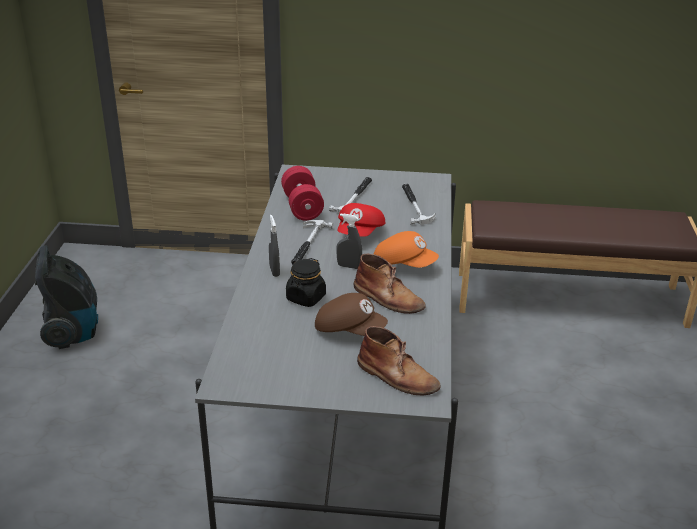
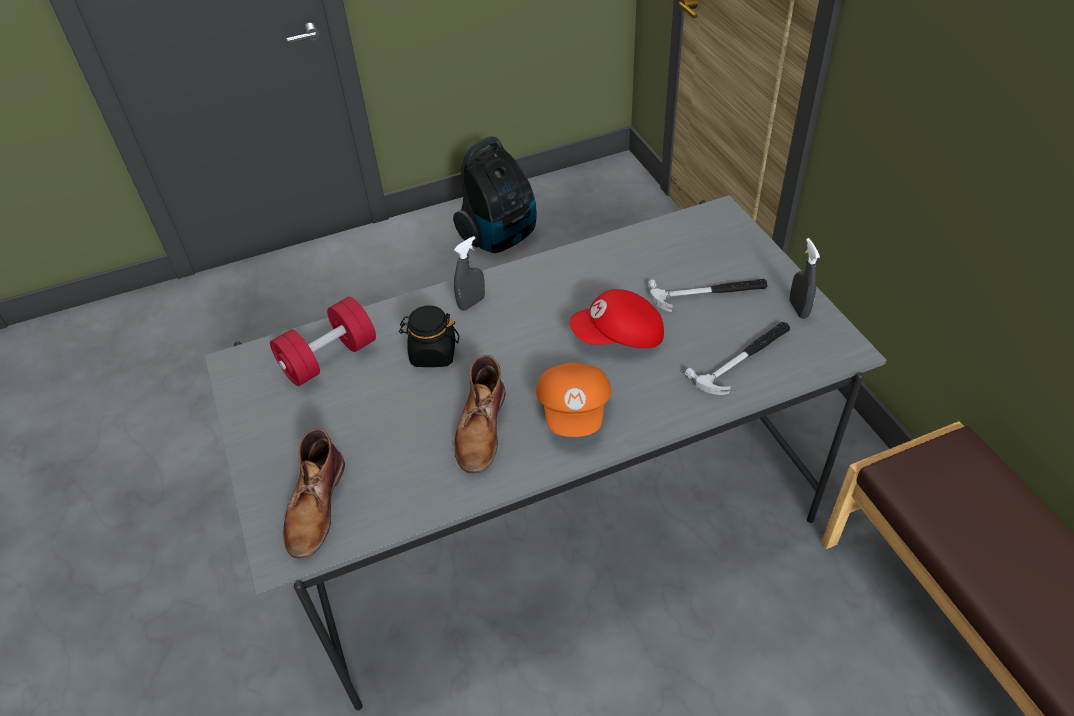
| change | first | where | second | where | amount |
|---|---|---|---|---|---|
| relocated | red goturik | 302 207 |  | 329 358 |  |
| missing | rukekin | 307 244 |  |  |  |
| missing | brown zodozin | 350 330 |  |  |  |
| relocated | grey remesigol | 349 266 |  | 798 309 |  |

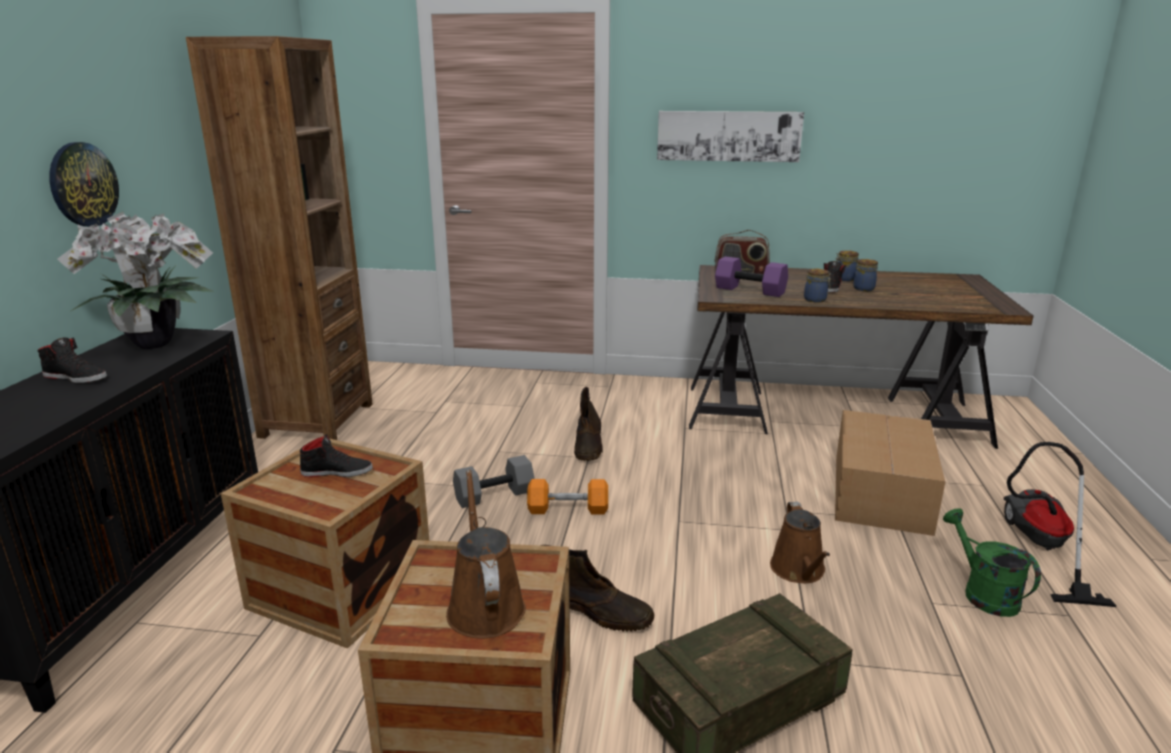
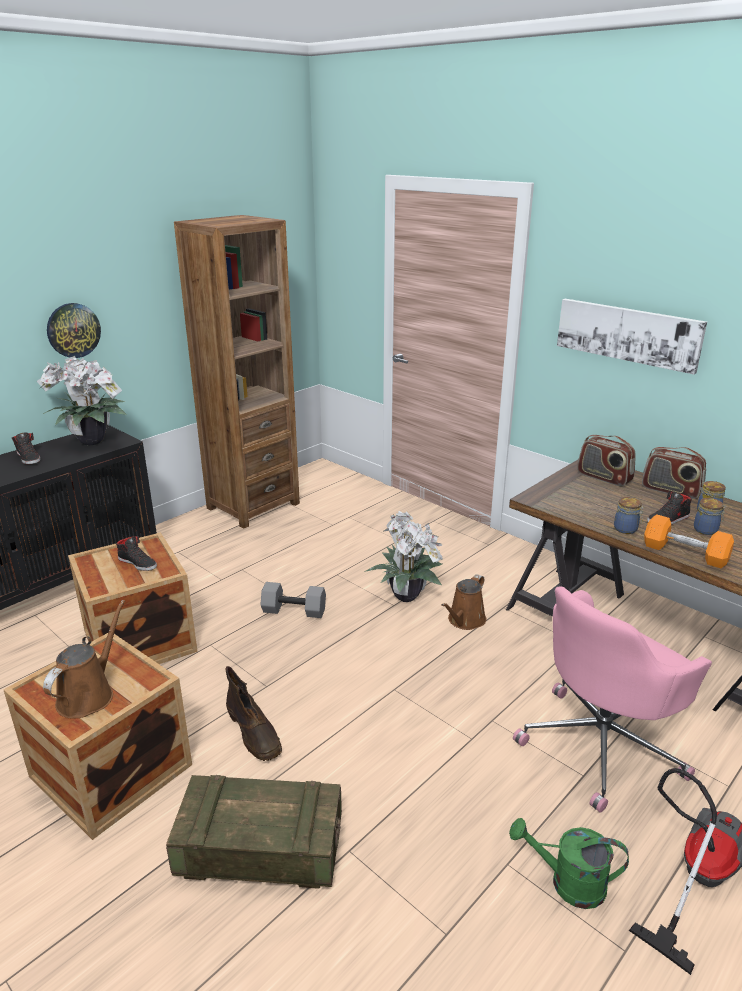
| change | first | where | second | where | amount |
|---|---|---|---|---|---|
| relocated | orange goturik | 568 509 |  | 685 553 |  |
| exchanged | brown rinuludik | 588 446 | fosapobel | 405 595 |  |
| missing | purple goturik | 751 290 |  |  |  |
| relocated | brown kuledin | 799 571 |  | 465 621 |  |
| exchanged | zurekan | 880 493 | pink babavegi | 601 744 |  |
| spun | green kuledin | 983 593 |  | 568 883 | 90 degrees counterclockwise |
| appeared |  |  | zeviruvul | 670 491 |  |

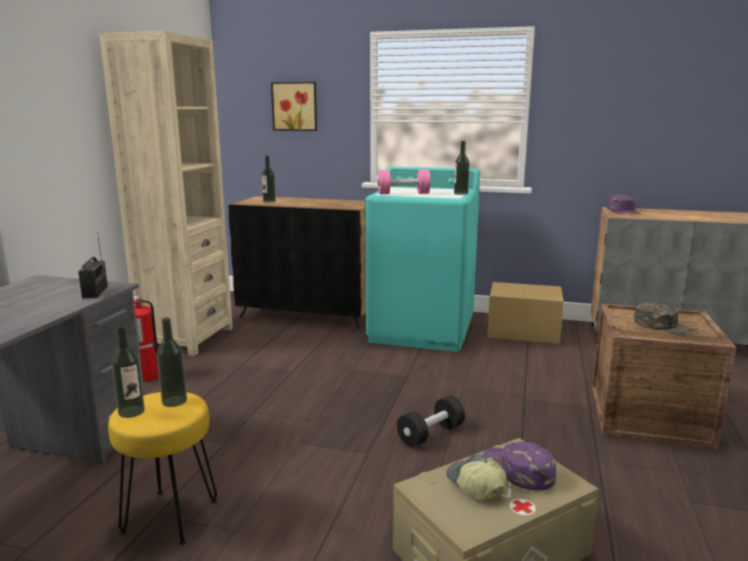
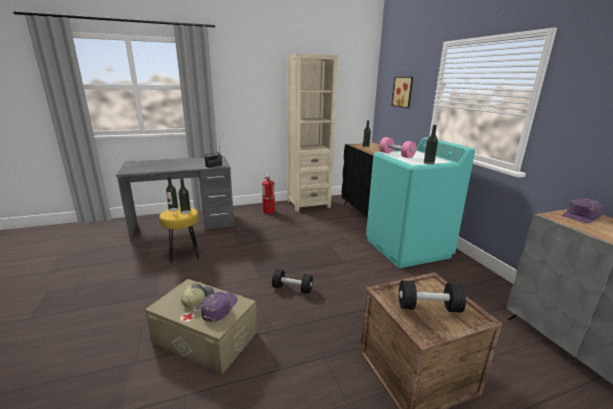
| change | first | where | second | where | amount |
|---|---|---|---|---|---|
| missing | zurekan | 522 332 |  |  |  |
| exchanged | green zodozin | 664 326 | black goturik | 428 307 |  |

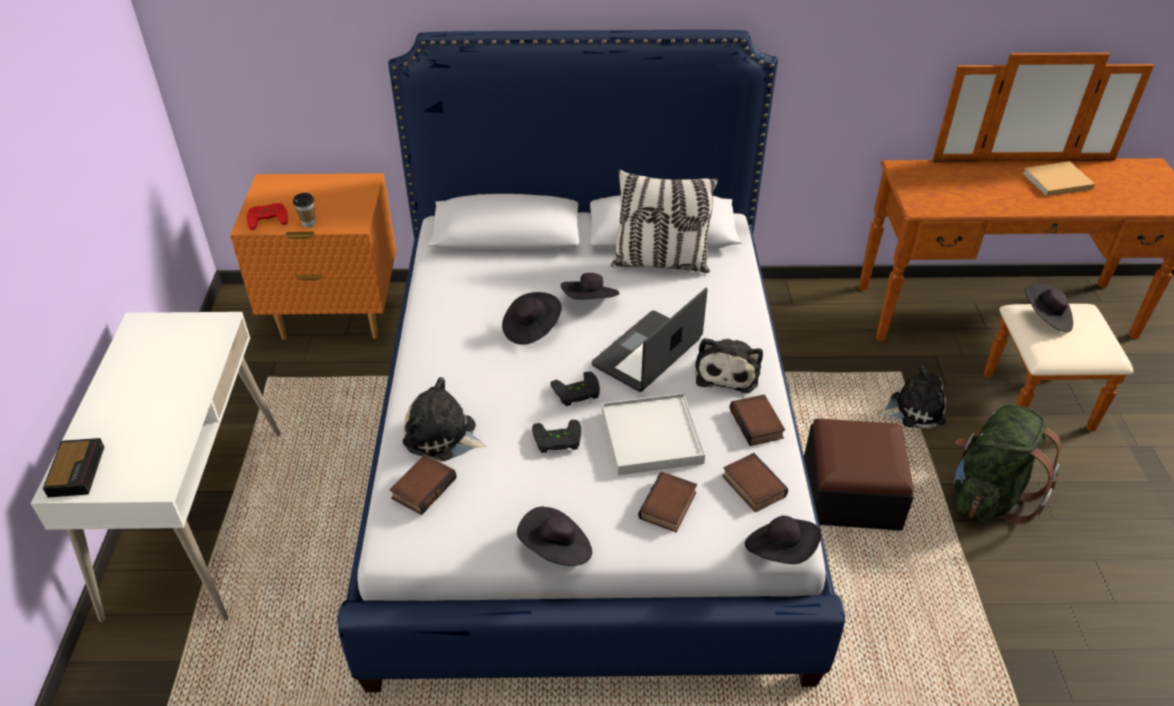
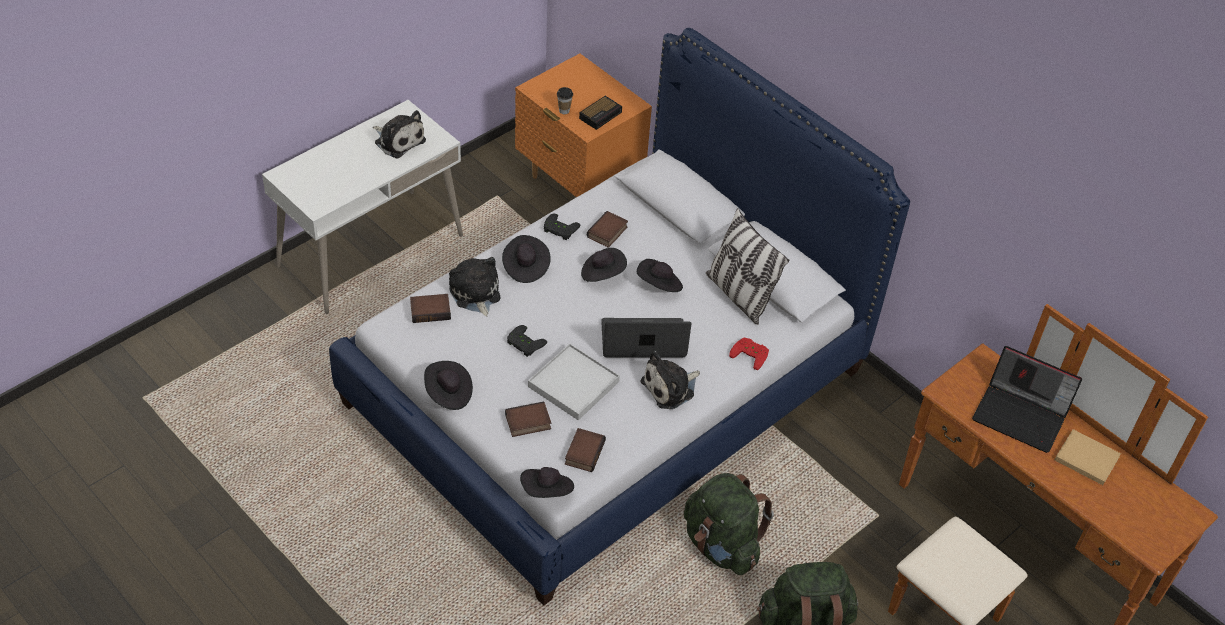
| change | first | where | second | where | amount |
|---|---|---|---|---|---|
| relocated | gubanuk | 77 470 |  | 601 115 |  |
| relocated | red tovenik | 268 218 |  | 751 354 |  |
| relocated | black tovenik | 577 393 |  | 559 230 |  |
| relocated | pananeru | 758 424 |  | 608 233 |  |
| exchanged | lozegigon | 851 493 | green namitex | 721 545 |  |
| relocated | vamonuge | 913 409 |  | 398 140 |  |
| relocated | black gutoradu | 1046 318 |  | 525 267 |  |
| appeared |  |  | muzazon | 1021 415 |  |

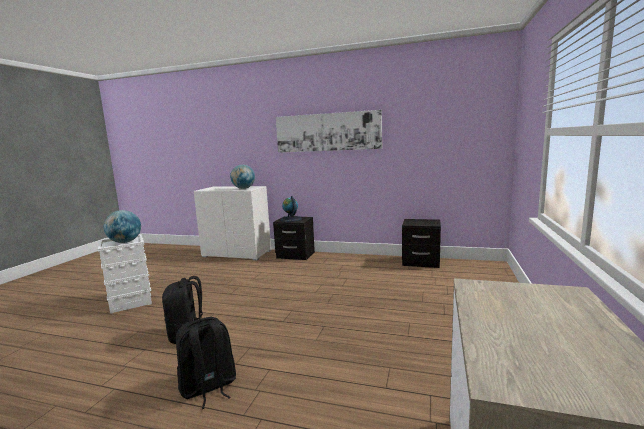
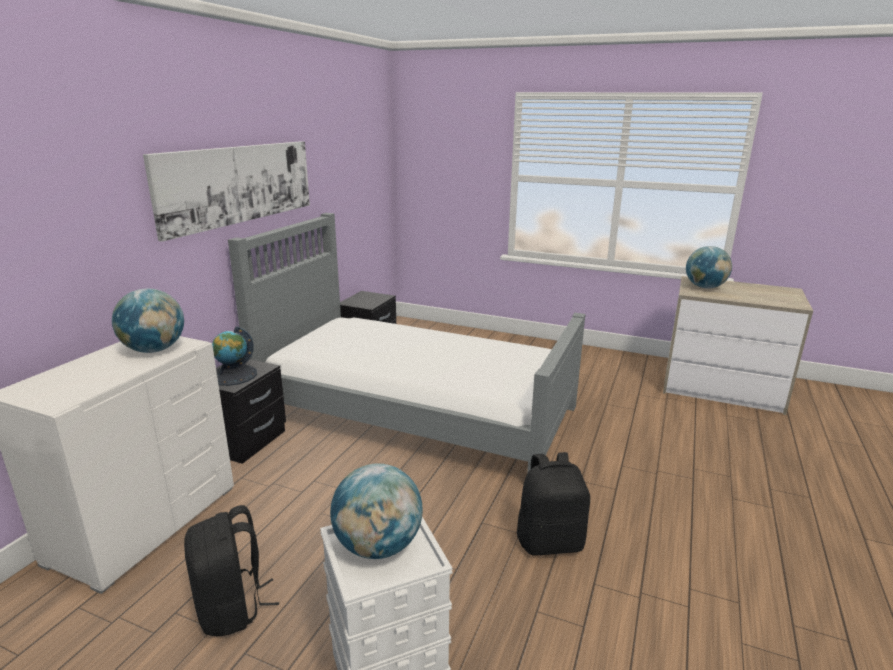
| change | first | where | second | where | amount |
|---|---|---|---|---|---|
| relocated | black namitex | 208 388 |  | 232 608 |  |
| appeared |  |  | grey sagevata | 416 411 |  |
| appeared |  |  | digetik | 705 287 |  |

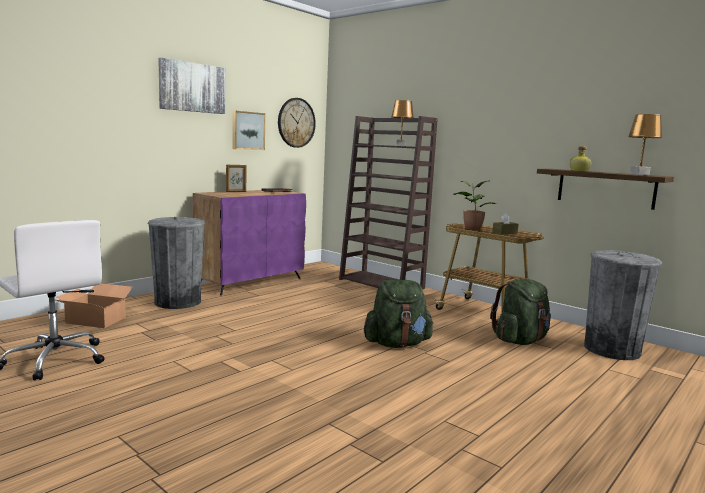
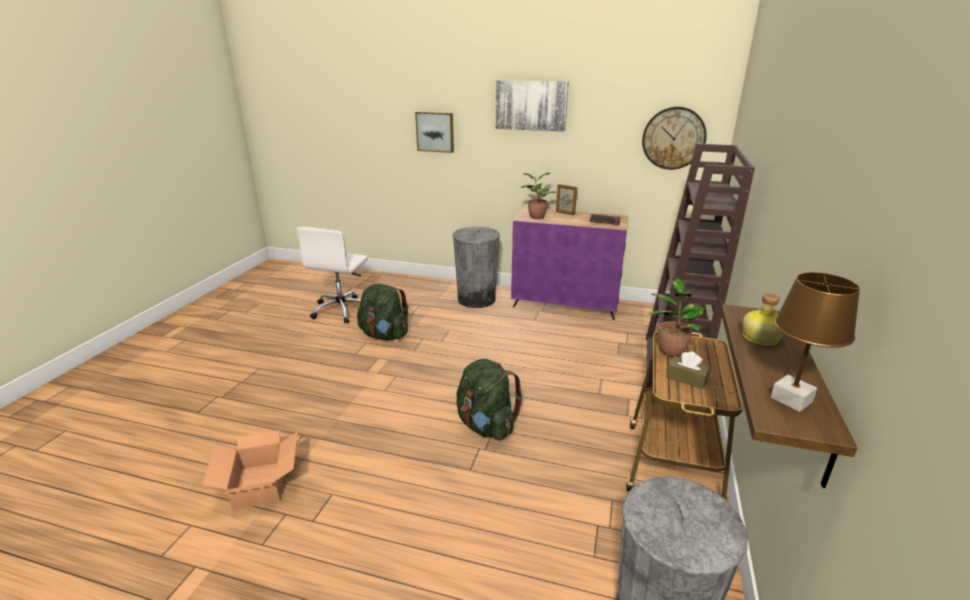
| change | first | where | second | where | amount |
|---|---|---|---|---|---|
| relocated | zurekan | 96 320 |  | 261 484 |  |
| relocated | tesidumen | 247 130 |  | 435 131 |  |
| missing | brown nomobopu | 400 145 |  |  |  |
| relocated | green namitex | 520 341 |  | 384 335 |  |
| appeared |  |  | fosapobel | 536 217 |  |

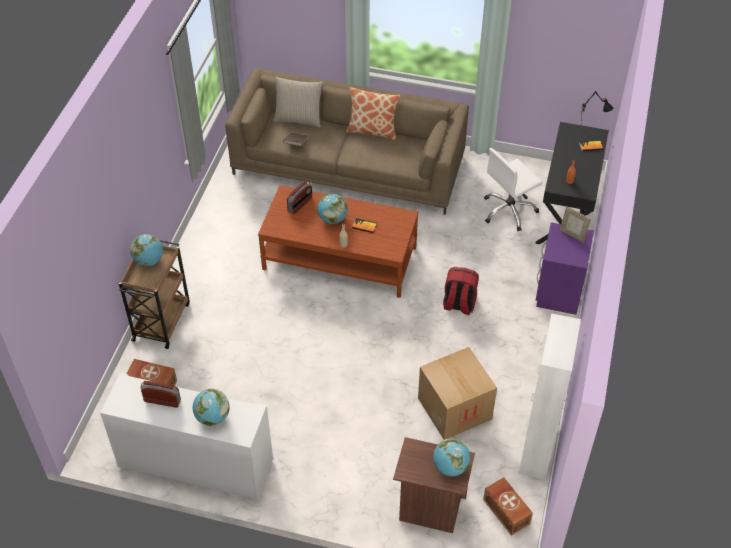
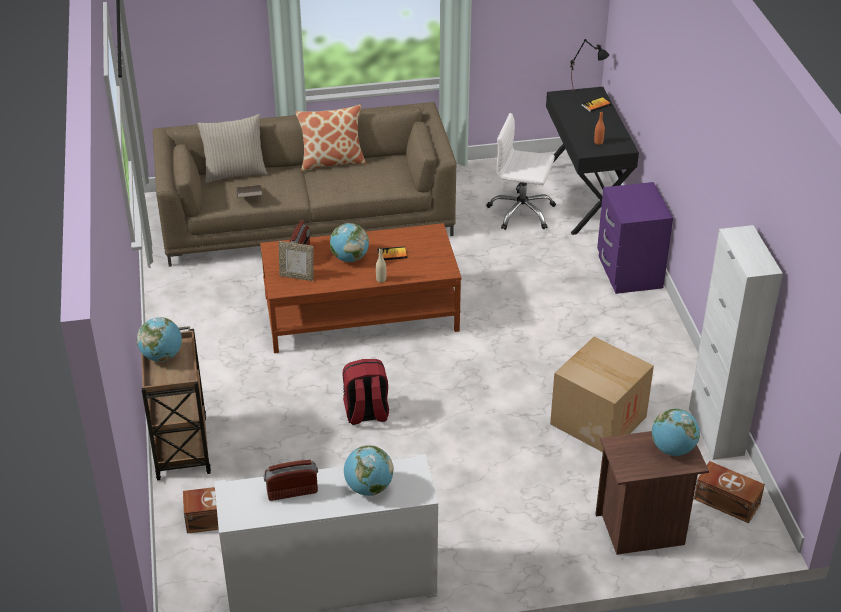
| change | first | where | second | where | amount |
|---|---|---|---|---|---|
| relocated | red namitex | 459 304 |  | 366 414 |  |
| spun | white babavegi | 509 211 |  | 521 212 | 75 degrees clockwise |
| relocated | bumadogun | 572 235 |  | 297 277 |  |

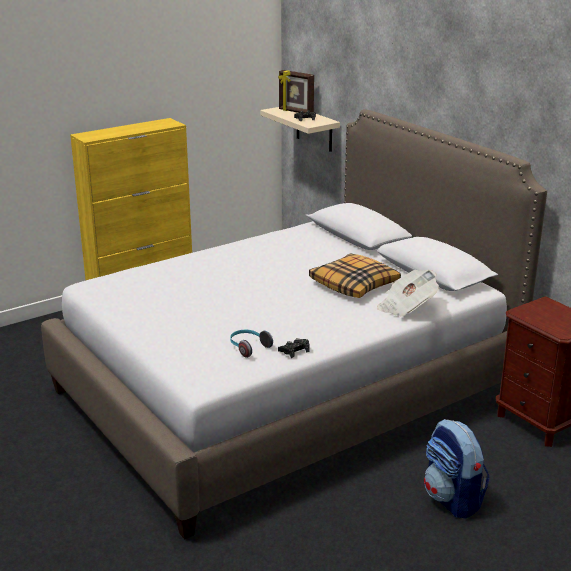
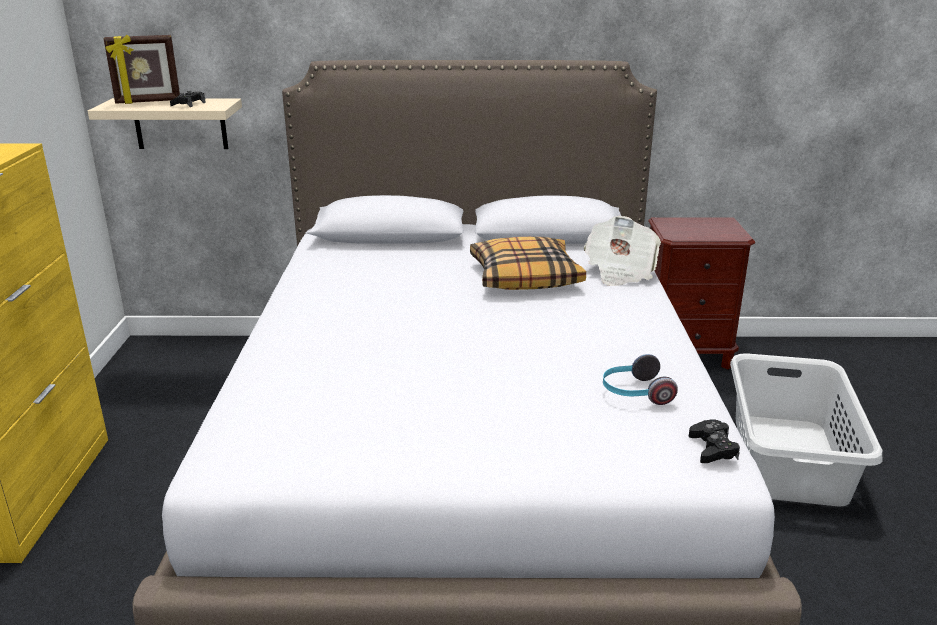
| change | first | where | second | where | amount |
|---|---|---|---|---|---|
| relocated | black tovenik | 294 351 |  | 712 448 |  |
| exchanged | namitex | 452 499 | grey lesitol | 789 458 |  |

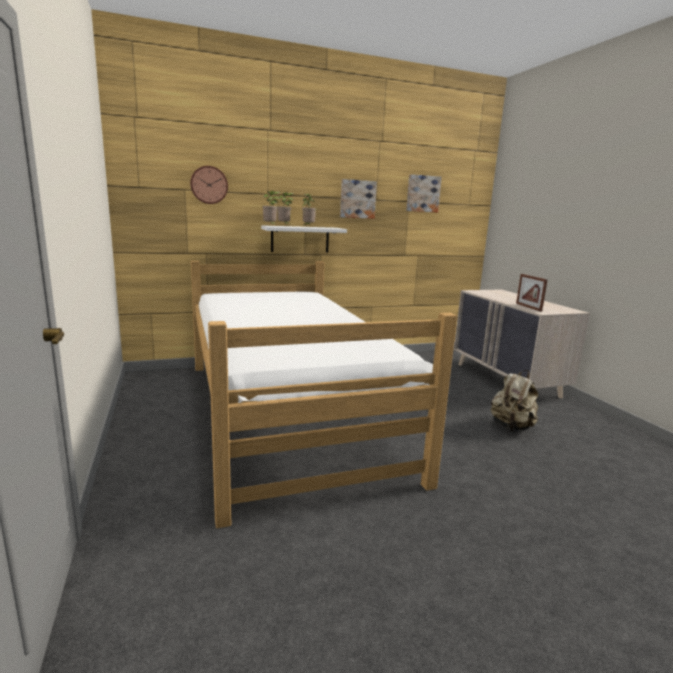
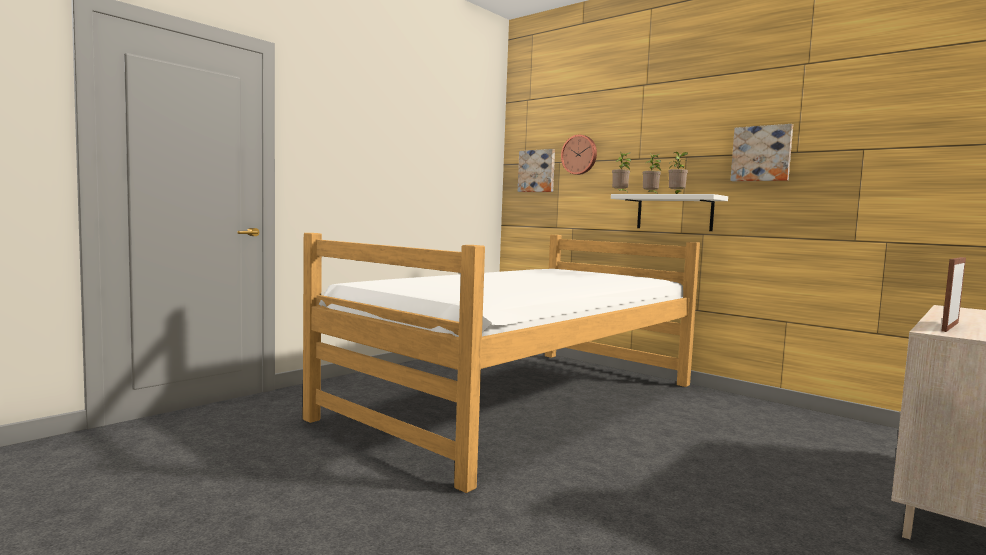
| change | first | where | second | where | amount |
|---|---|---|---|---|---|
| relocated | tesidumen | 422 193 |  | 537 171 |  |
| missing | beige namitex | 512 427 |  |  |  |

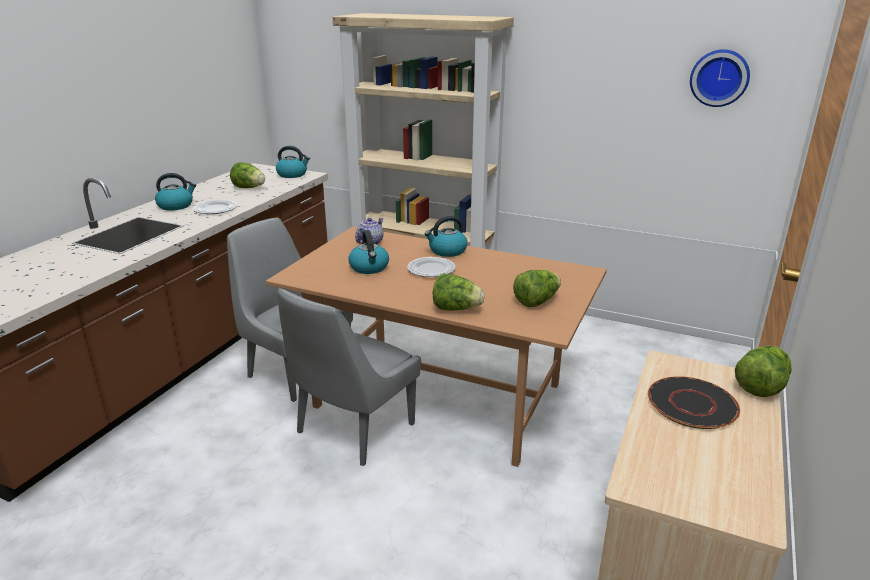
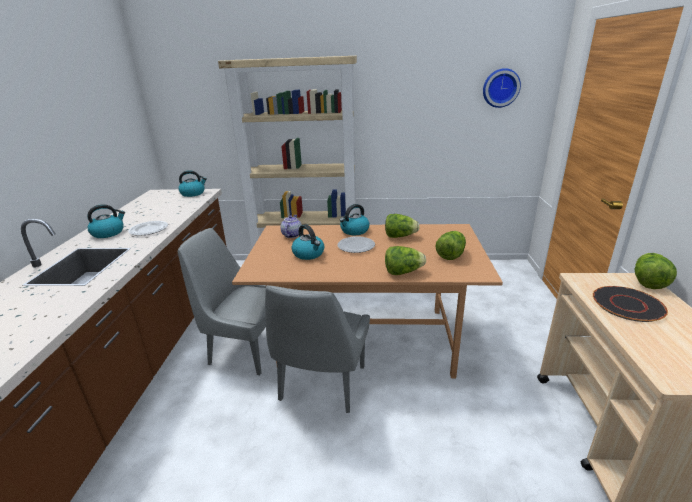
| change | first | where | second | where | amount |
|---|---|---|---|---|---|
| relocated | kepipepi | 249 188 |  | 400 236 |  |

